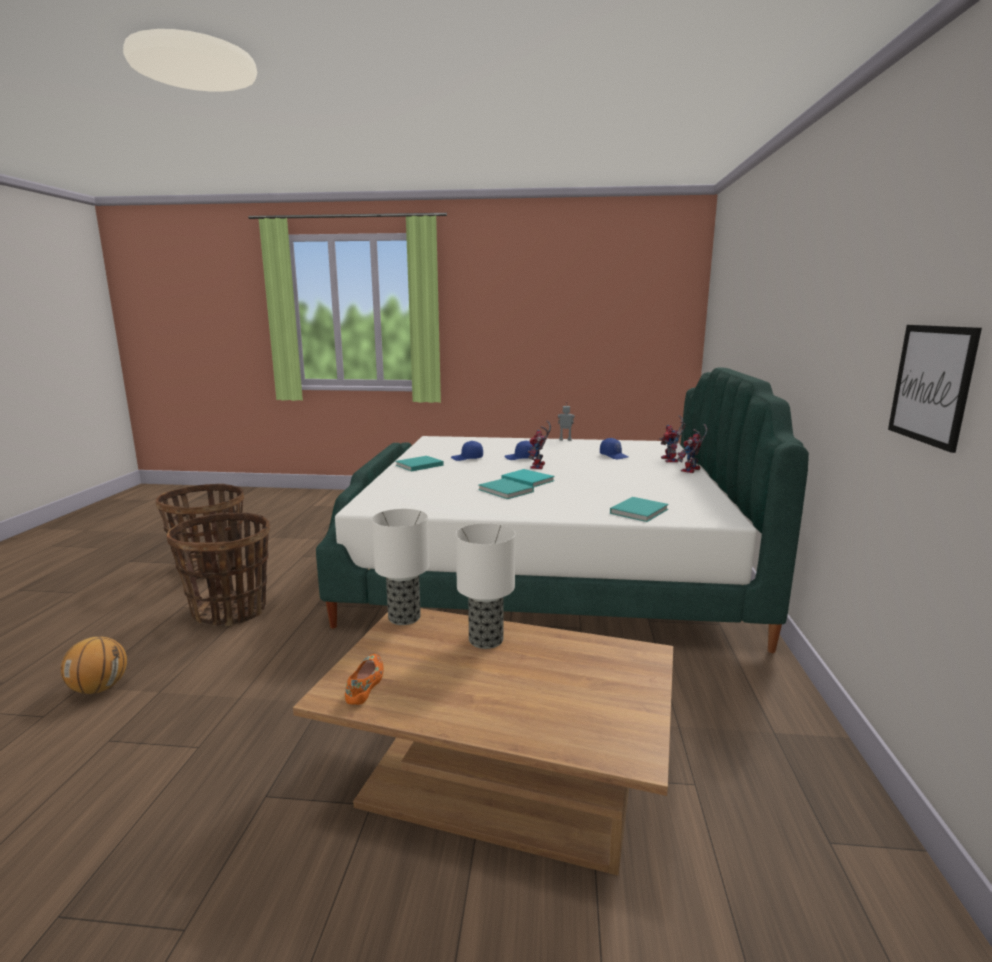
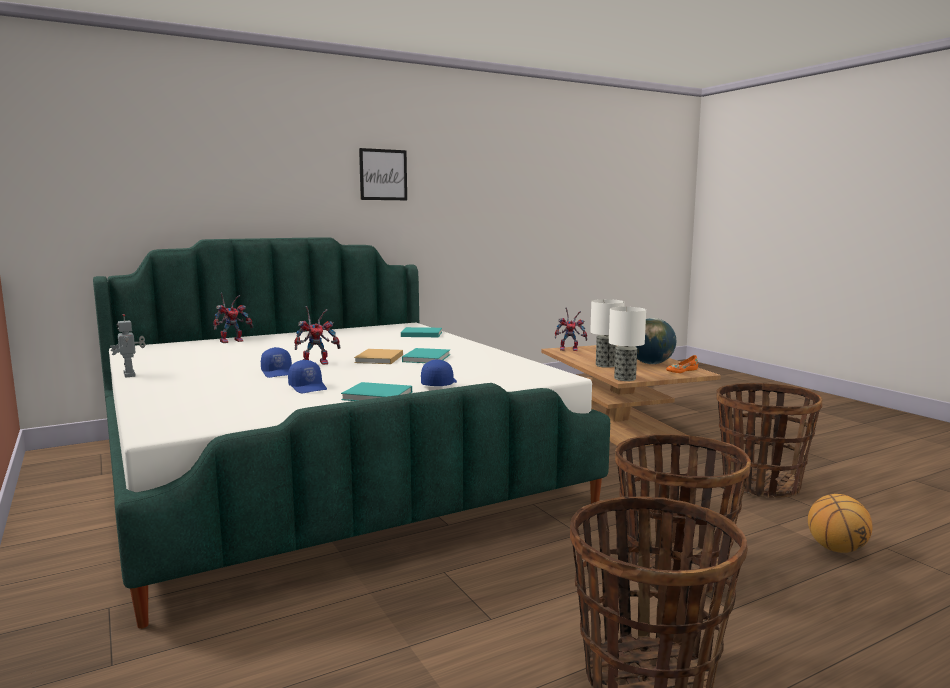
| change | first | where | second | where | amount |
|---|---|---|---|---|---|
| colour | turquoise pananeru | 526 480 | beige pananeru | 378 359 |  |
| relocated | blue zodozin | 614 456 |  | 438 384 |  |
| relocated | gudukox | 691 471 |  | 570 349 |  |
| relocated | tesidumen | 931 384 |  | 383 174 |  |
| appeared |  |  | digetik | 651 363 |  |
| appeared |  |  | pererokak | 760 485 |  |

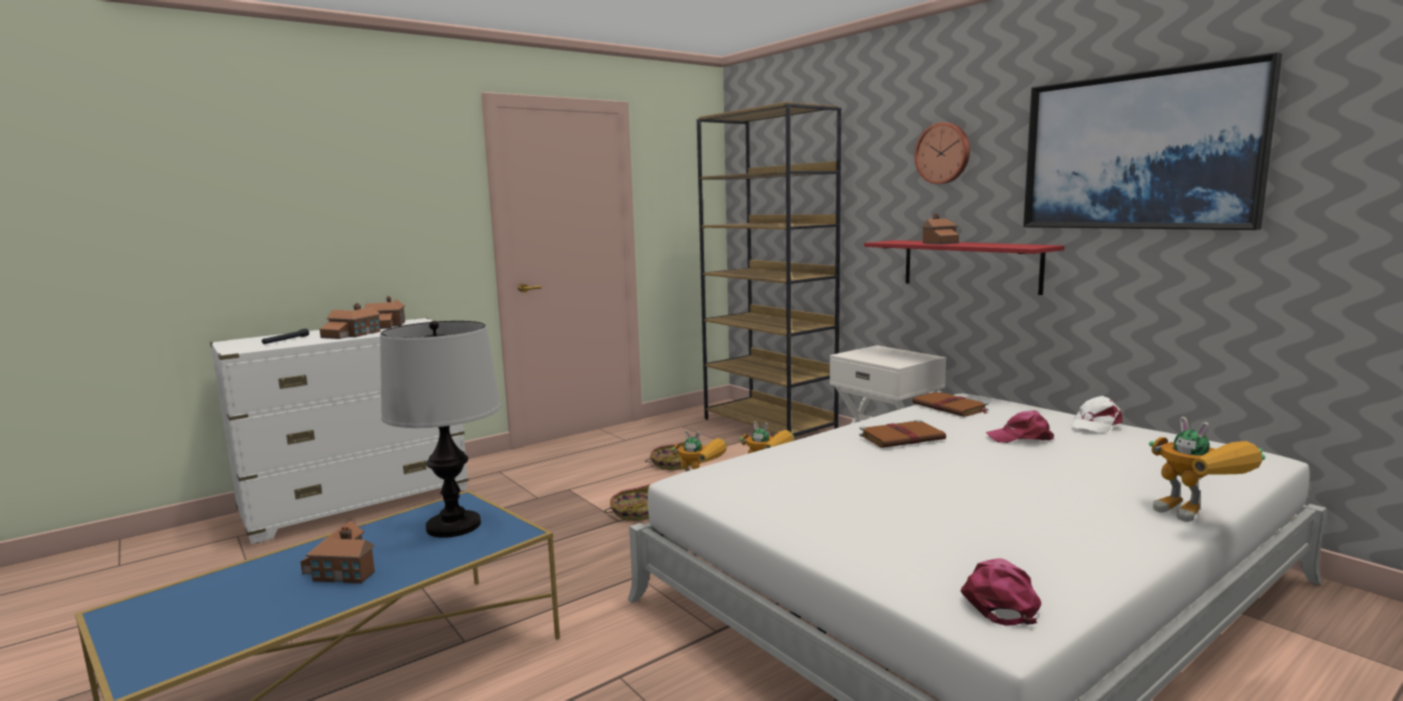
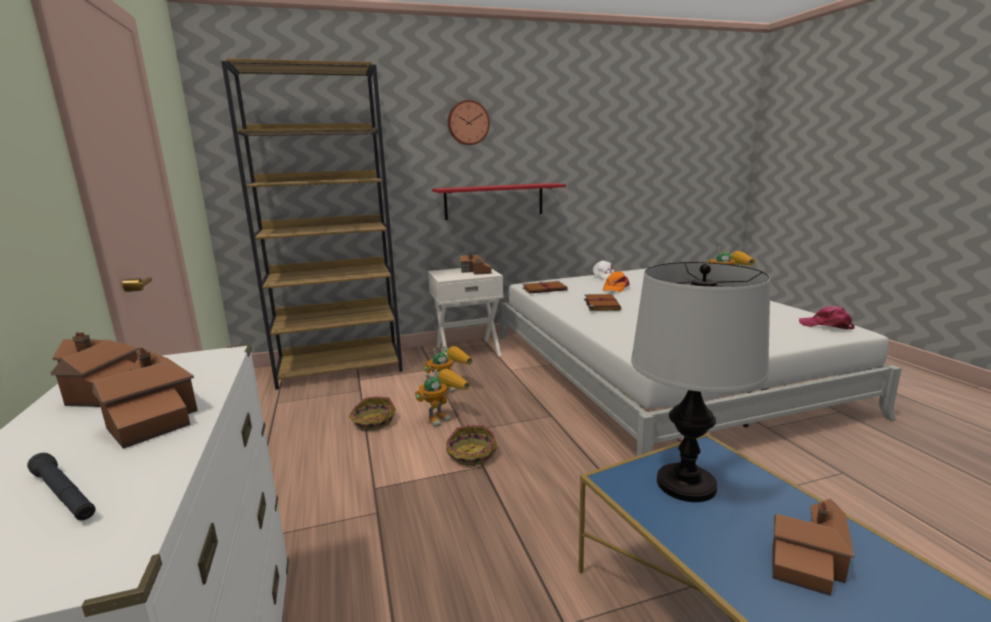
| change | first | where | second | where | amount |
|---|---|---|---|---|---|
| relocated | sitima | 937 242 |  | 476 272 |  |
| colour | pink zodozin | 1020 438 | orange zodozin | 615 288 |  |
| missing | tesidumen | 1138 151 |  |  |  |

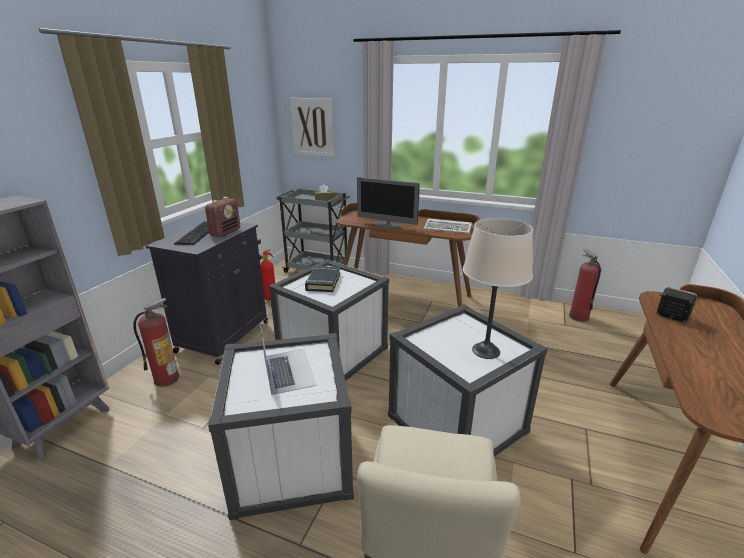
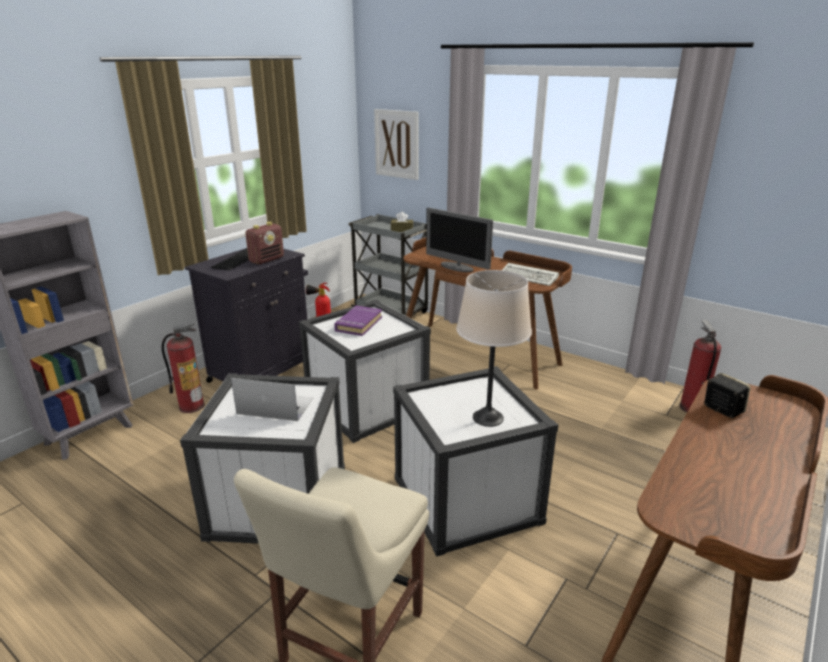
| change | first | where | second | where | amount |
|---|---|---|---|---|---|
| spun | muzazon | 288 370 |  | 275 405 | 75 degrees counterclockwise |
| colour | black pananeru | 323 282 | purple pananeru | 358 324 |  |

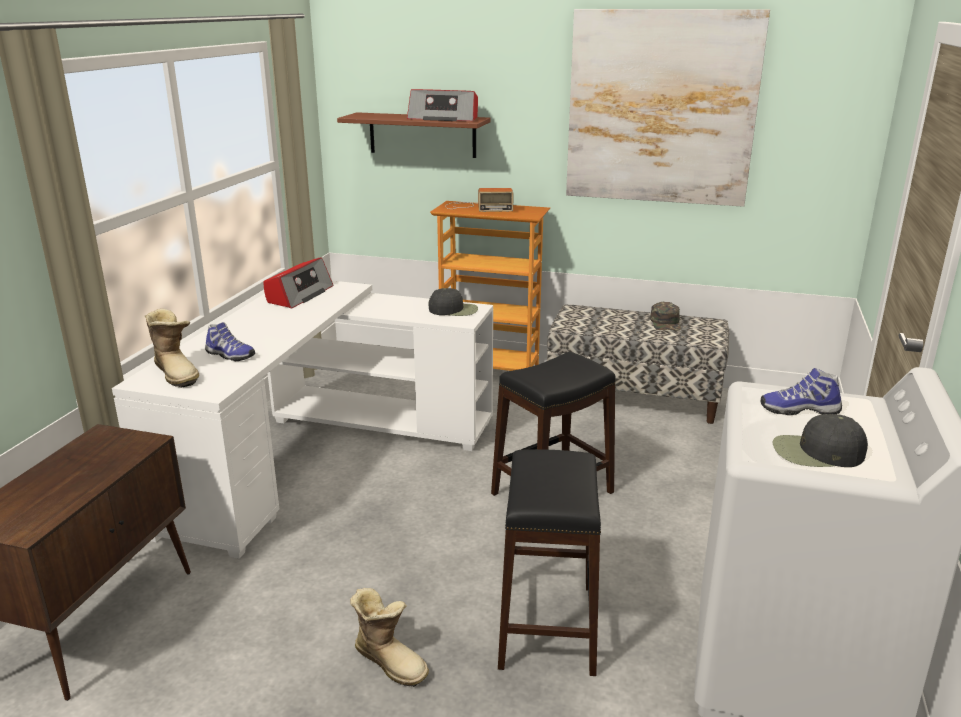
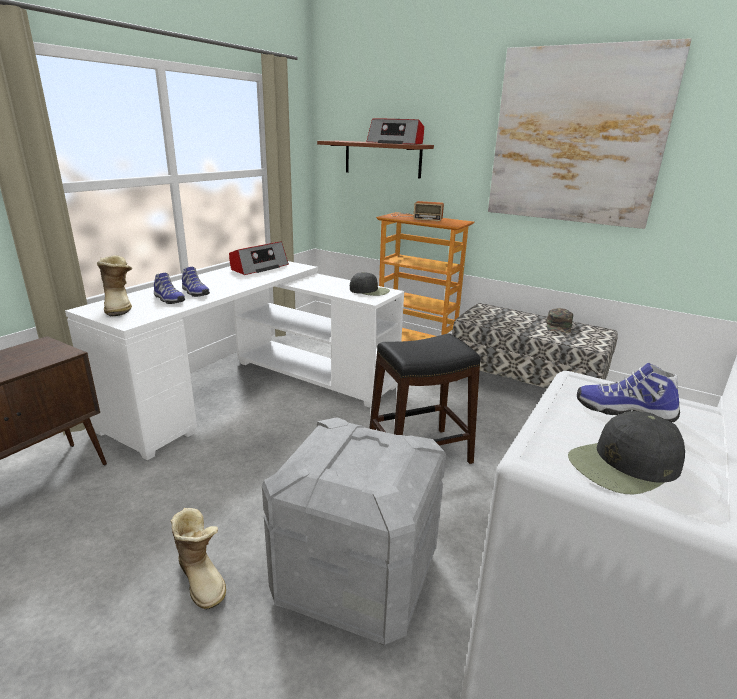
| change | first | where | second | where | amount |
|---|---|---|---|---|---|
| exchanged | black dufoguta | 548 625 | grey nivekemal | 356 577 |  |
| spun | black zodozin | 817 452 |  | 624 465 | 45 degrees counterclockwise |
| appeared |  |  | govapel | 194 292 |  |

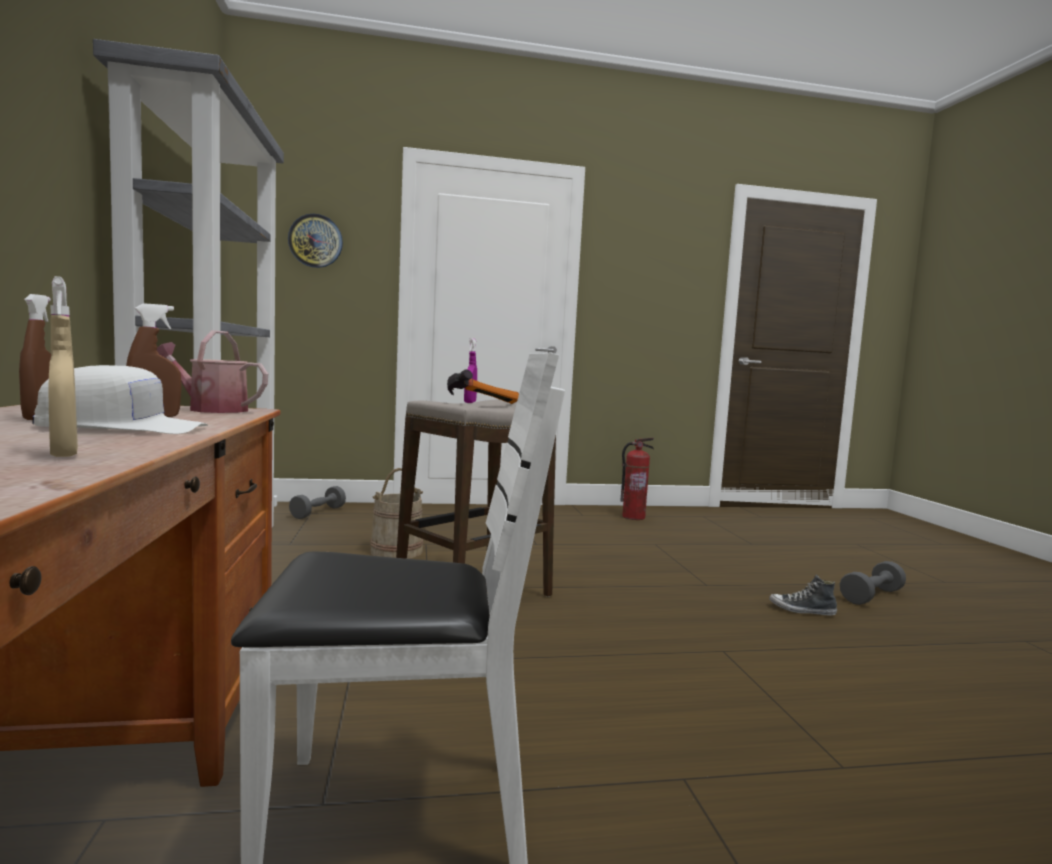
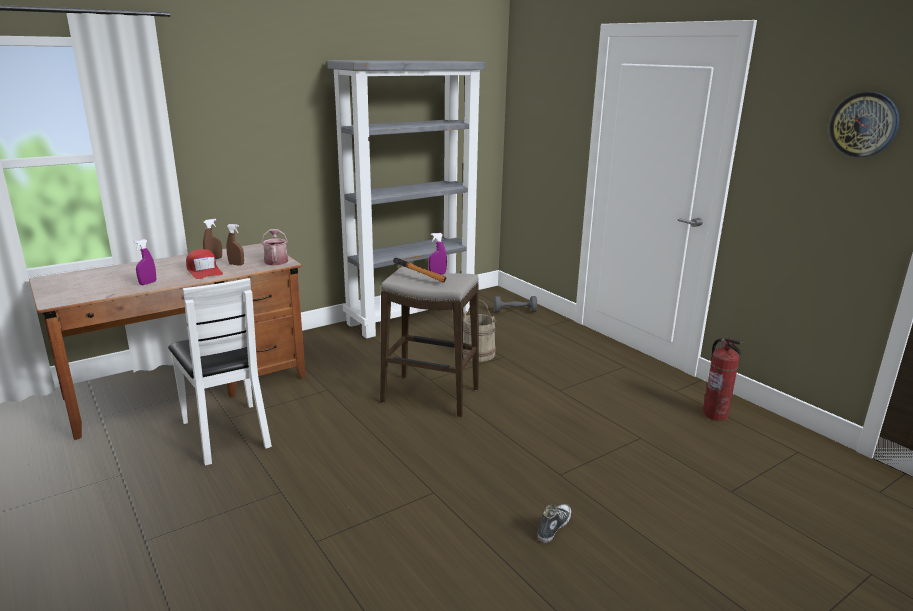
| change | first | where | second | where | amount |
|---|---|---|---|---|---|
| colour | white zodozin | 123 427 | red zodozin | 204 271 |  |
| colour | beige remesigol | 64 454 | purple remesigol | 148 283 |  |
| relocated | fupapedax | 315 241 |  | 864 124 |  |
| spun | govapel | 802 610 |  | 553 527 | 45 degrees clockwise |
| missing | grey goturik | 871 596 |  |  |  |

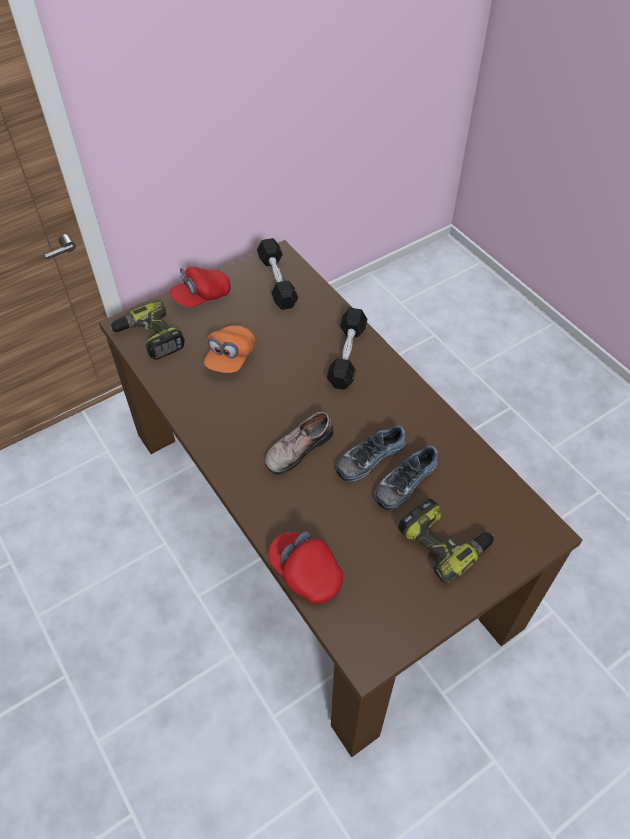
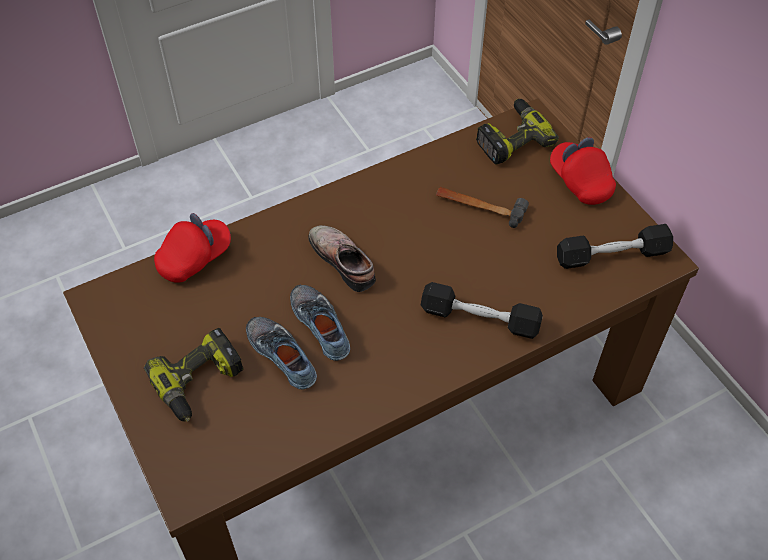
| change | first | where | second | where | amount |
|---|---|---|---|---|---|
| exchanged | orange zodozin | 230 358 | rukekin | 480 206 |  |

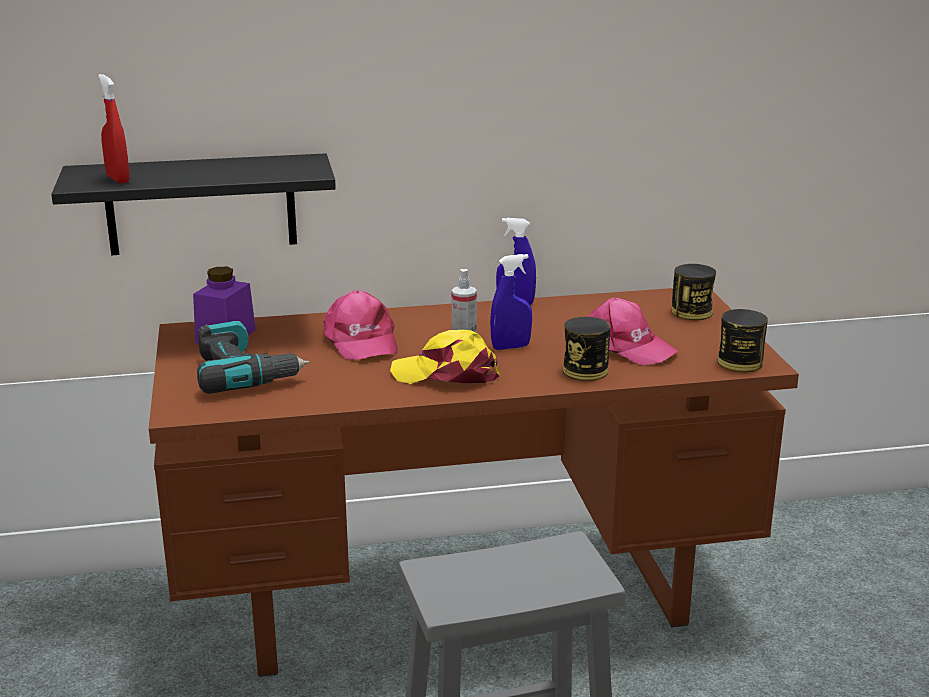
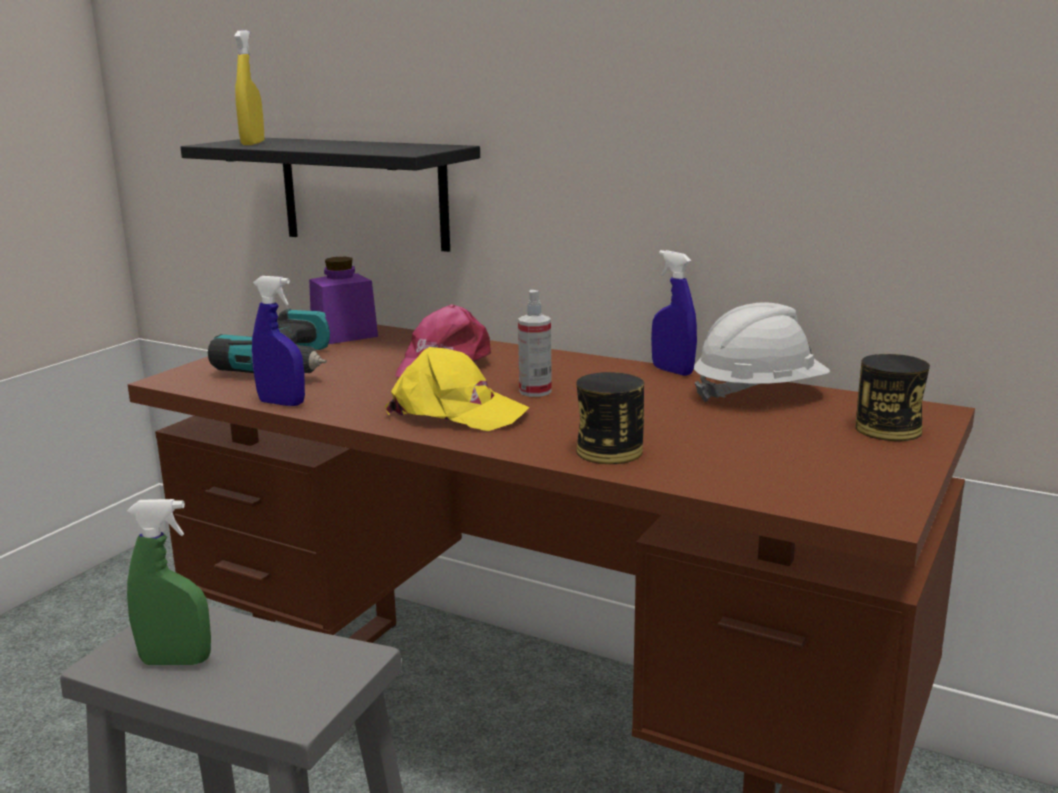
| change | first | where | second | where | amount |
|---|---|---|---|---|---|
| colour | red remesigol | 118 179 | yellow remesigol | 253 143 |  |
| spun | yellow zodozin | 447 374 |  | 455 412 | 150 degrees clockwise |
| relocated | blue remesigol | 510 347 |  | 282 403 |  |
| missing | pink zodozin | 625 346 |  |  |  |
| missing | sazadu | 740 362 |  |  |  |
| appeared |  |  | green remesigol | 176 661 |  |
| appeared |  |  | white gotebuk | 758 394 |  |

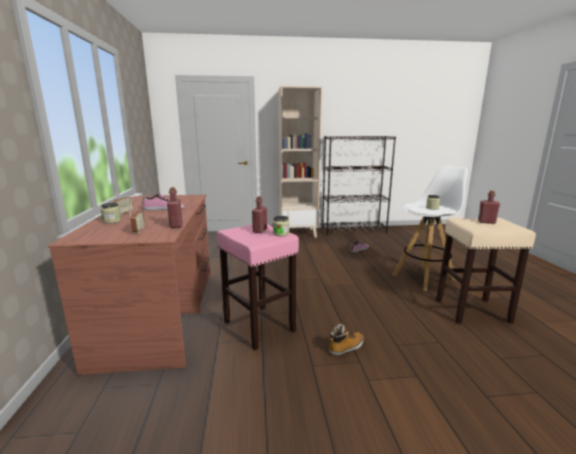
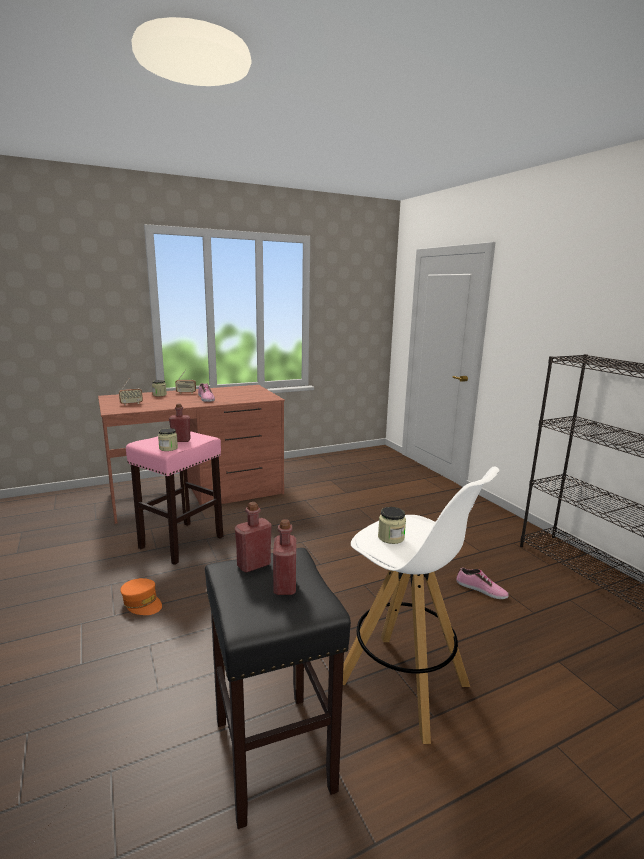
| change | first | where | second | where | amount |
|---|---|---|---|---|---|
| relocated | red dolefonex | 176 225 |  | 254 565 |  |
| missing | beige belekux | 298 233 |  |  |  |
| exchanged | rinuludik | 346 348 | orange zodozin | 142 603 |  |
| colour | beige dufoguta | 473 311 | black dufoguta | 274 755 |  |

